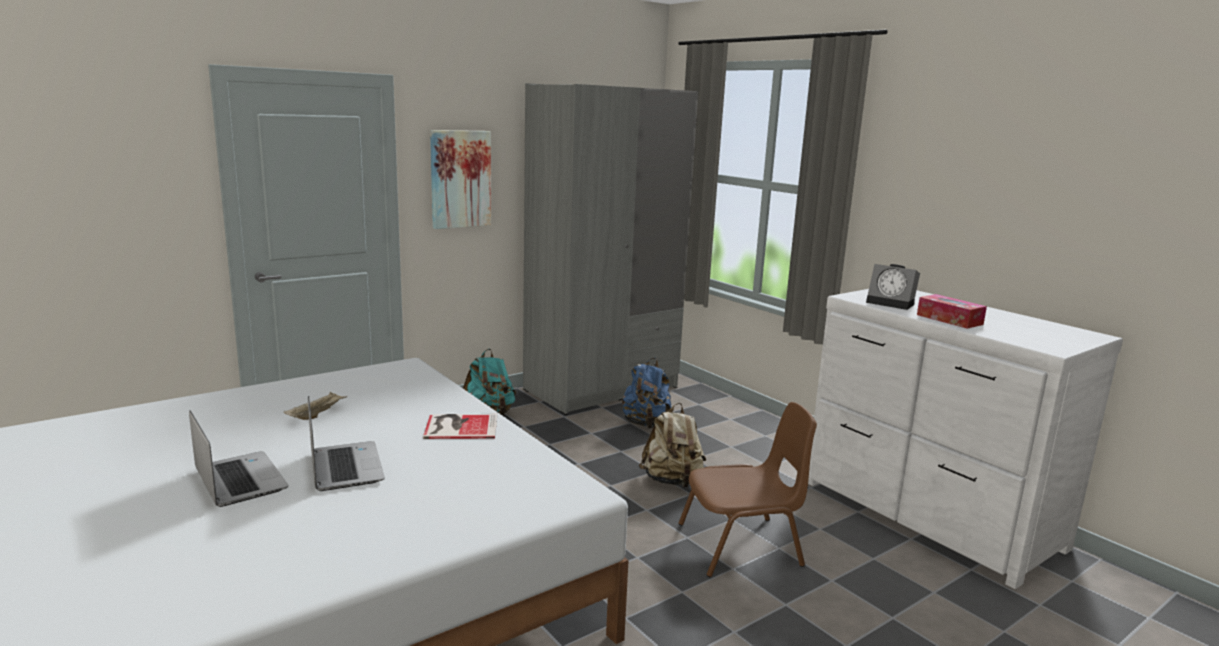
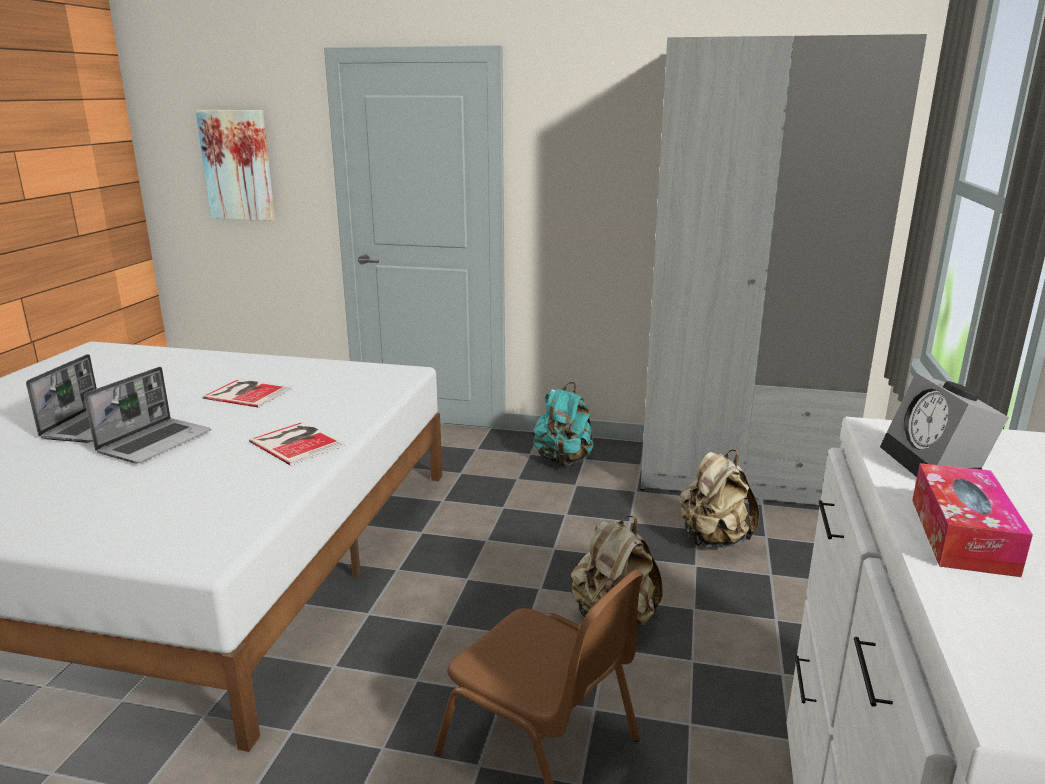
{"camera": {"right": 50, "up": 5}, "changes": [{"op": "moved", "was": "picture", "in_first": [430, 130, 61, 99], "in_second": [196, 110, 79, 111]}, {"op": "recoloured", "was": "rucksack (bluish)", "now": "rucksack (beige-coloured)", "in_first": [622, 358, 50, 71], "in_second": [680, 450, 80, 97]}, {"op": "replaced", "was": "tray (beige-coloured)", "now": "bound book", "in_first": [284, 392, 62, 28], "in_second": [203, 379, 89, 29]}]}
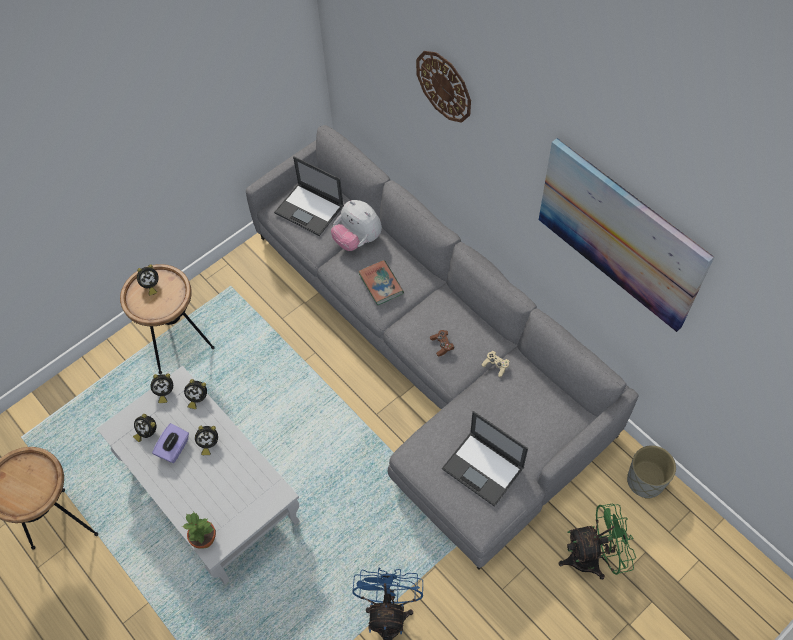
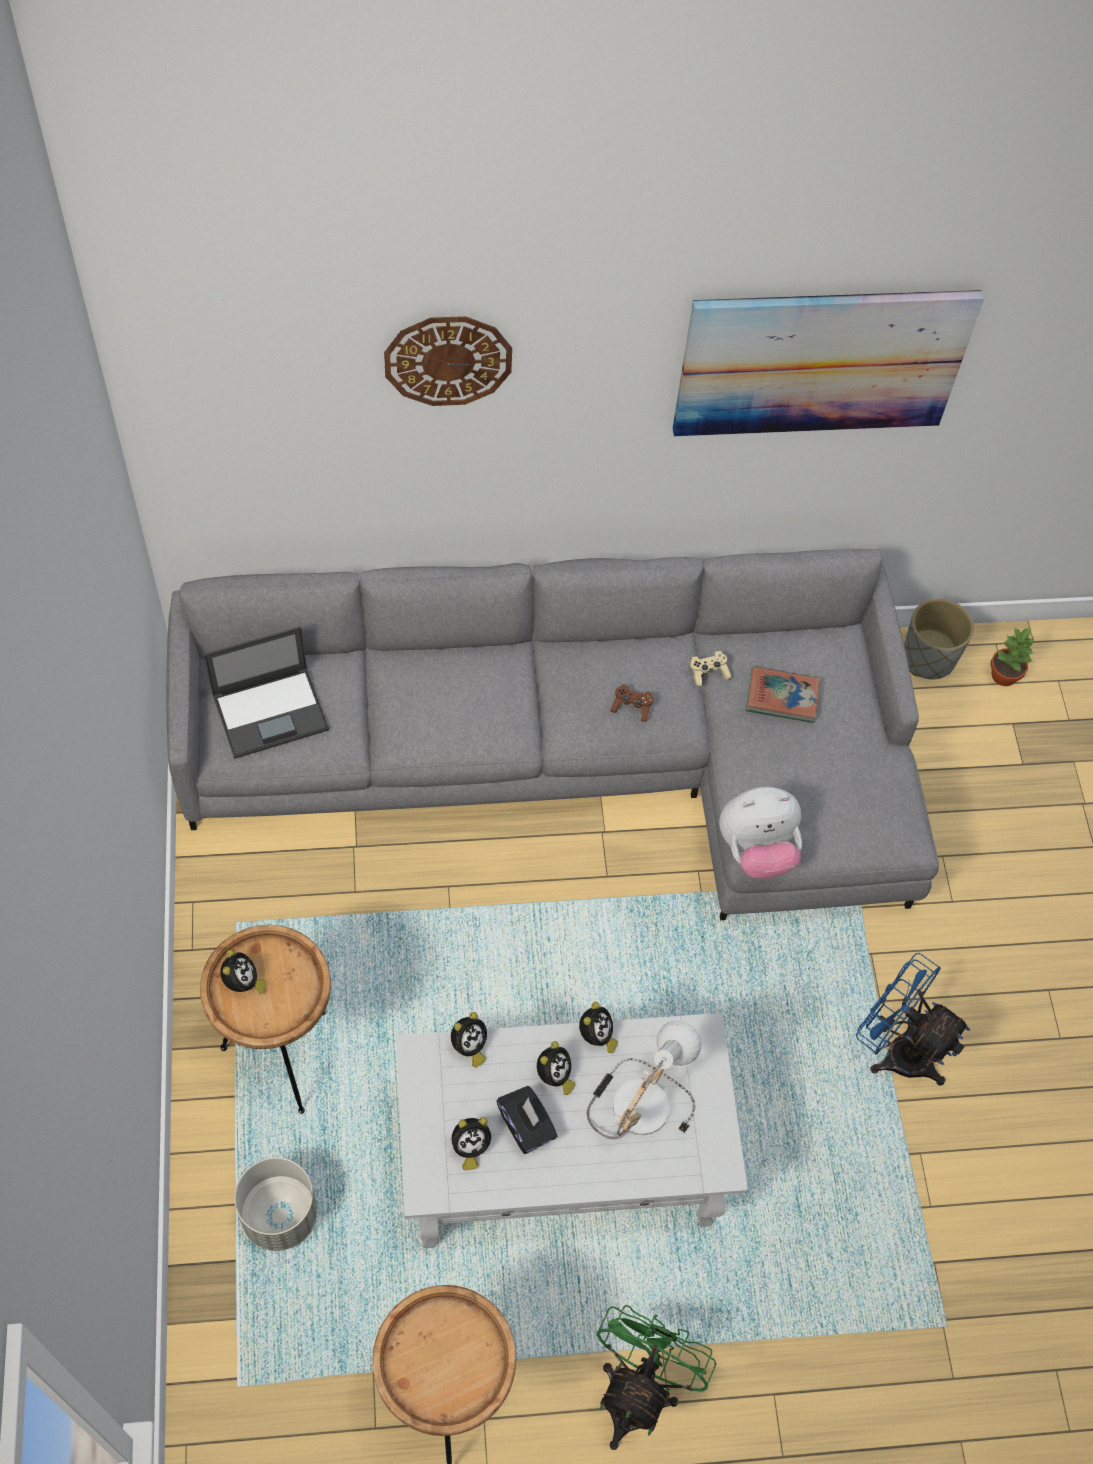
{"camera": {"right": -60, "up": 0}, "changes": [{"op": "moved", "was": "soft toy", "in_first": [331, 200, 51, 51], "in_second": [719, 787, 83, 92]}, {"op": "moved", "was": "bound book", "in_first": [358, 260, 46, 46], "in_second": [746, 666, 74, 57]}, {"op": "moved", "was": "table clock", "in_first": [151, 373, 22, 30], "in_second": [579, 1002, 39, 51]}, {"op": "removed", "was": "laptop", "in_first": [442, 411, 86, 96]}, {"op": "recoloured", "was": "tissue box (purple-coloured)", "now": "tissue box (blackish)", "in_first": [152, 423, 37, 40], "in_second": [496, 1086, 61, 68]}, {"op": "moved", "was": "electric fan (greenish)", "in_first": [558, 504, 78, 76], "in_second": [596, 1305, 120, 145]}, {"op": "moved", "was": "houseplant", "in_first": [182, 512, 34, 37], "in_second": [991, 627, 44, 59]}, {"op": "added", "now": "lamp for a table", "in_second": [587, 1020, 114, 119]}, {"op": "added", "now": "planter (grey)", "in_second": [234, 1157, 83, 94]}]}
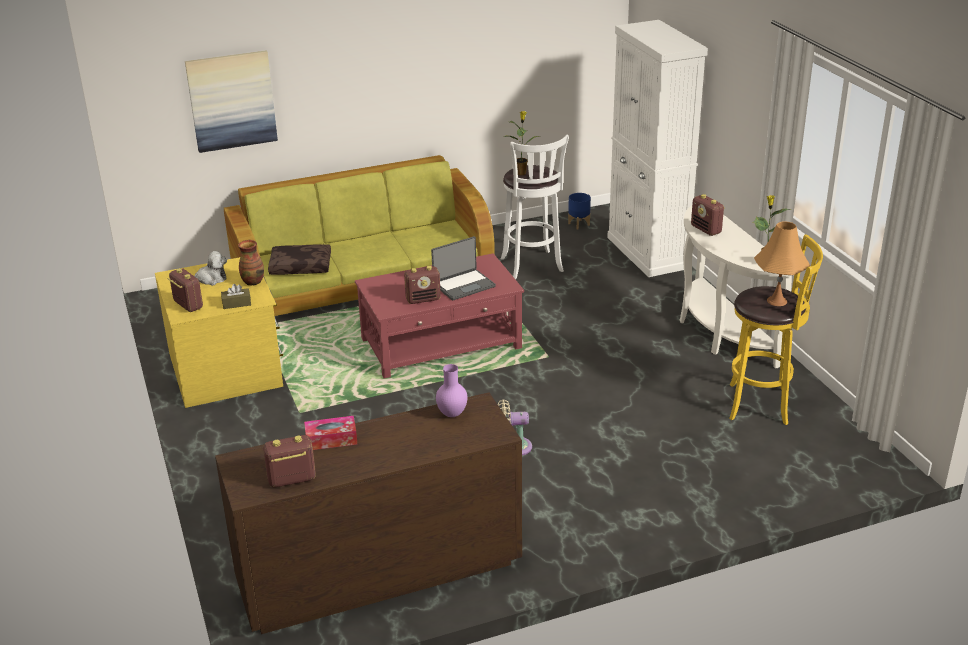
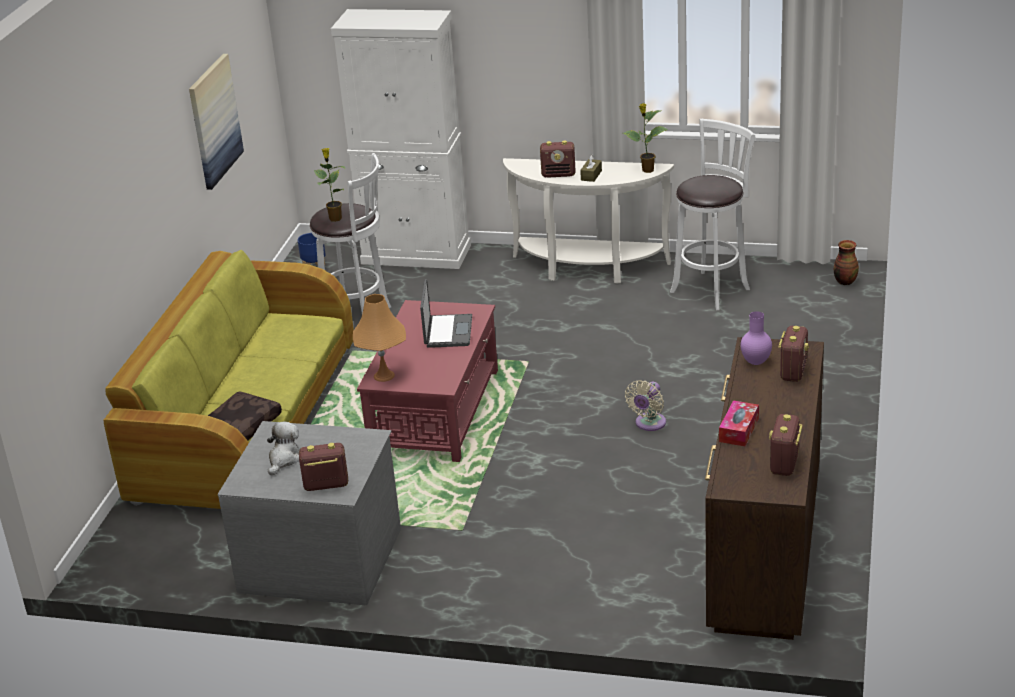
{"camera": {"right": -55, "up": 0}, "changes": [{"op": "moved", "was": "picture", "in_first": [185, 50, 93, 103], "in_second": [189, 54, 55, 136]}, {"op": "moved", "was": "lamp for a table (orangey)", "in_first": [754, 221, 57, 85], "in_second": [353, 294, 53, 88]}, {"op": "recoloured", "was": "stool (yellow)", "now": "stool (white)", "in_first": [729, 234, 94, 191], "in_second": [670, 119, 85, 191]}, {"op": "moved", "was": "decorative vase", "in_first": [238, 240, 26, 46], "in_second": [834, 240, 25, 45]}, {"op": "recoloured", "was": "chest of drawers (yellow)", "now": "chest of drawers (grey)", "in_first": [155, 257, 128, 151], "in_second": [218, 421, 183, 184]}, {"op": "moved", "was": "radio receiver", "in_first": [404, 266, 37, 38], "in_second": [778, 326, 31, 56]}, {"op": "moved", "was": "tissue box (brown)", "in_first": [221, 284, 30, 25], "in_second": [580, 155, 22, 27]}]}
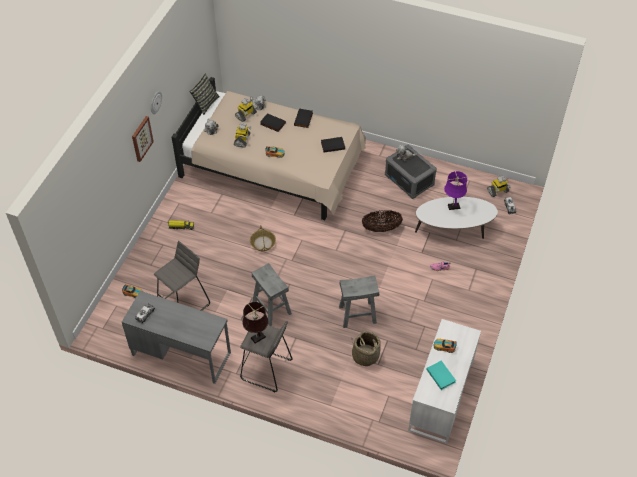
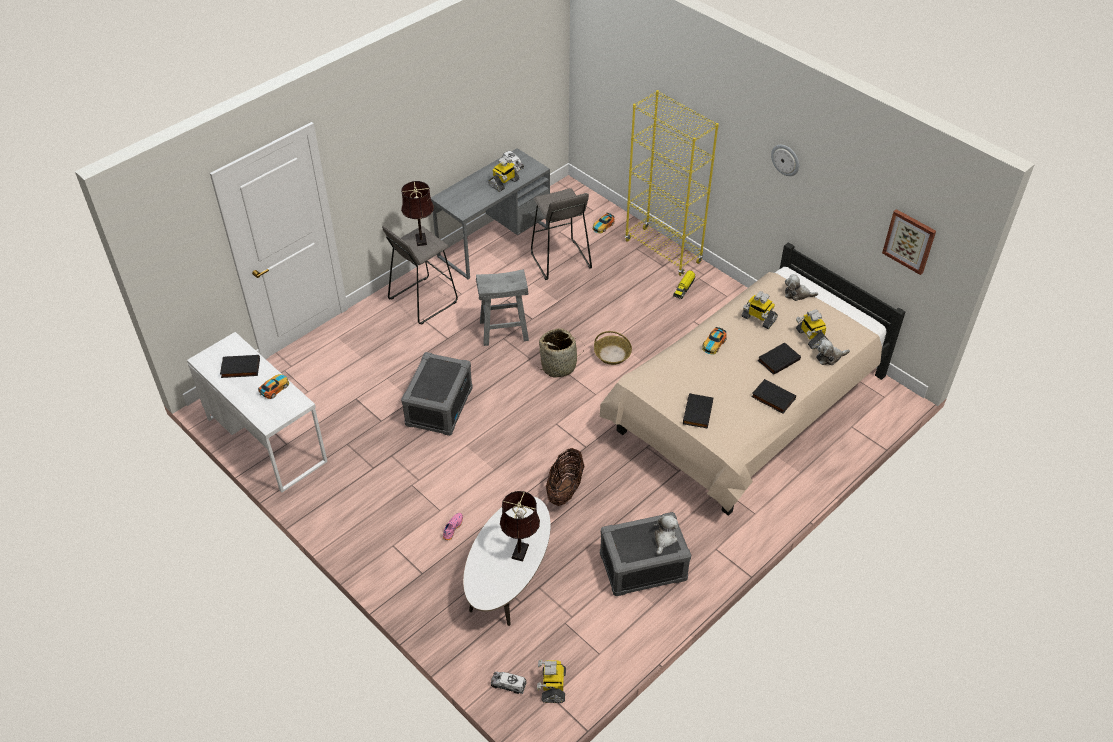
{"camera": {"right": 115, "up": -5}, "changes": [{"op": "removed", "was": "cushion", "in_first": [190, 73, 30, 42]}, {"op": "moved", "was": "picture", "in_first": [132, 116, 22, 46], "in_second": [882, 209, 54, 66]}, {"op": "recoloured", "was": "lamp for a table (purple-coloured)", "now": "lamp for a table (brown)", "in_first": [444, 171, 23, 39], "in_second": [500, 491, 40, 70]}, {"op": "replaced", "was": "stool (grey)", "now": "storage bin (grey)", "in_first": [339, 275, 40, 53], "in_second": [401, 352, 72, 84]}, {"op": "moved", "was": "basket", "in_first": [352, 331, 29, 35], "in_second": [537, 328, 48, 50]}, {"op": "recoloured", "was": "bound book (turquoise)", "now": "bound book (blackish)", "in_first": [426, 360, 30, 30], "in_second": [220, 355, 40, 23]}, {"op": "added", "now": "bookcase (yellow)", "in_second": [625, 90, 94, 186]}, {"op": "added", "now": "robot figure", "in_second": [488, 156, 32, 36]}]}
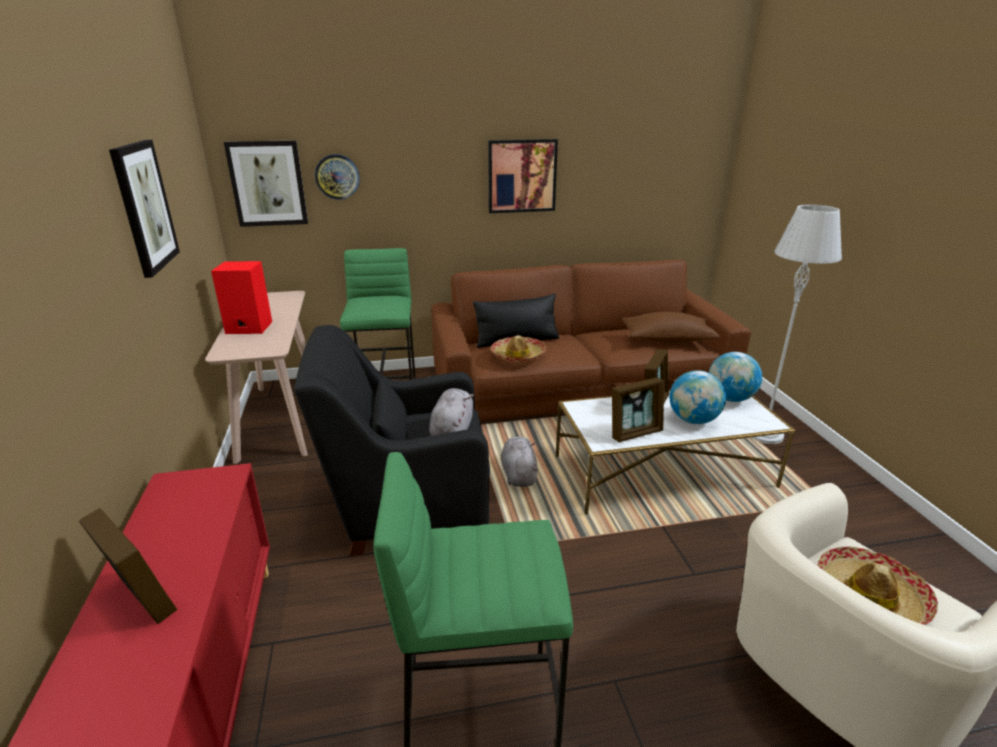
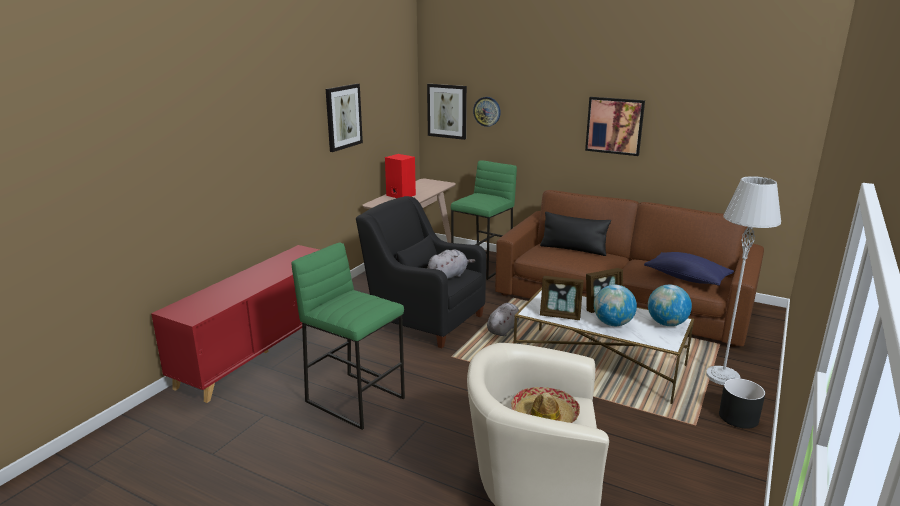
{"camera": {"right": 40, "up": -5}, "changes": [{"op": "recoloured", "was": "cushion (brown)", "now": "cushion (bluish)", "in_first": [622, 312, 98, 31], "in_second": [644, 252, 90, 34]}, {"op": "removed", "was": "clothing hat", "in_first": [491, 335, 55, 27]}, {"op": "removed", "was": "standing frame", "in_first": [79, 508, 98, 116]}, {"op": "added", "now": "planter (blackish)", "in_second": [719, 378, 46, 51]}]}
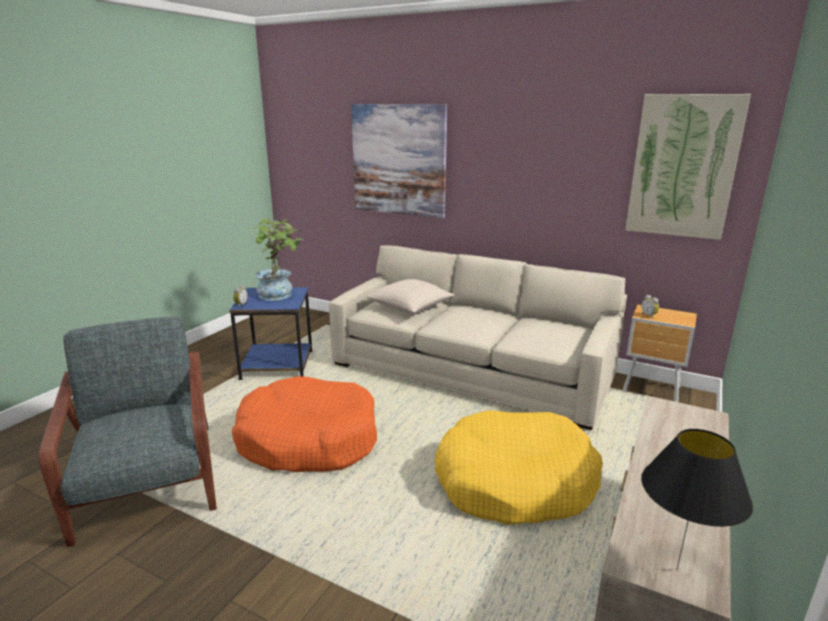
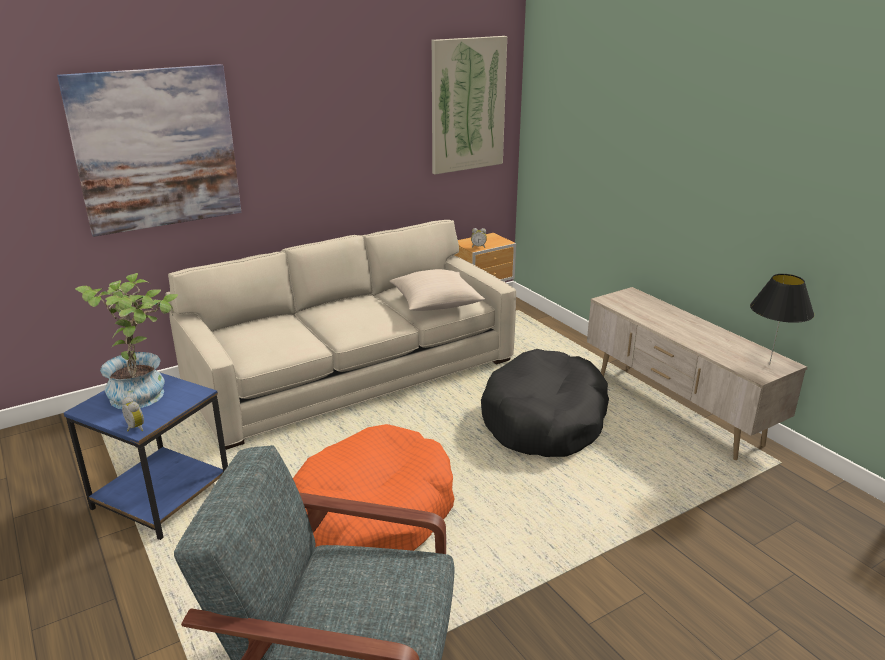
{"camera": {"right": -60, "up": 5}, "changes": [{"op": "moved", "was": "cushion (beige-coloured)", "in_first": [366, 279, 88, 35], "in_second": [390, 269, 95, 42]}, {"op": "recoloured", "was": "dog bed (yellow)", "now": "dog bed (blackish)", "in_first": [435, 410, 168, 115], "in_second": [481, 349, 128, 108]}]}
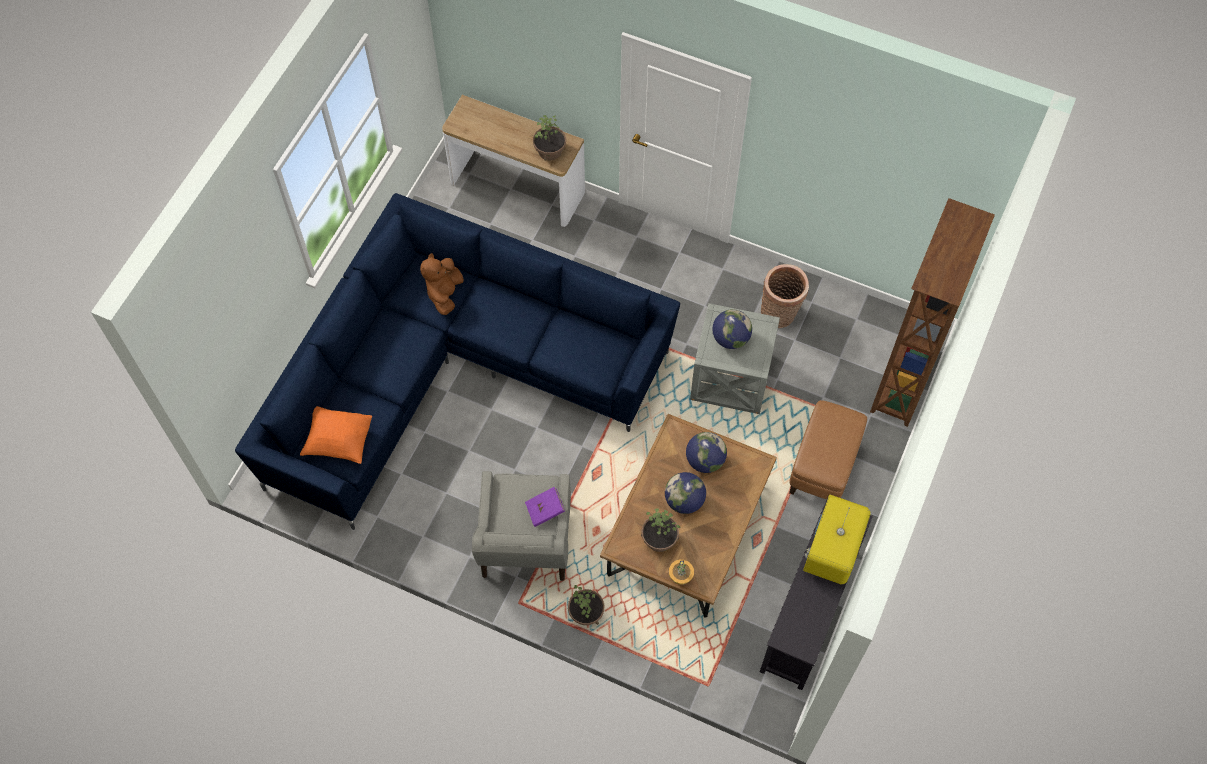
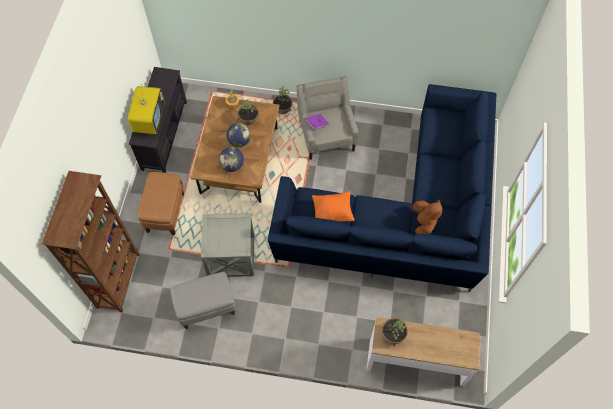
{"camera": {"right": 165, "up": 0}, "changes": [{"op": "replaced", "was": "basket", "now": "ottoman (grey)", "in_first": [761, 264, 48, 64], "in_second": [170, 272, 65, 57]}, {"op": "removed", "was": "world globe", "in_first": [712, 309, 40, 40]}, {"op": "moved", "was": "cushion (orangey)", "in_first": [300, 406, 72, 58], "in_second": [312, 191, 43, 31]}]}
